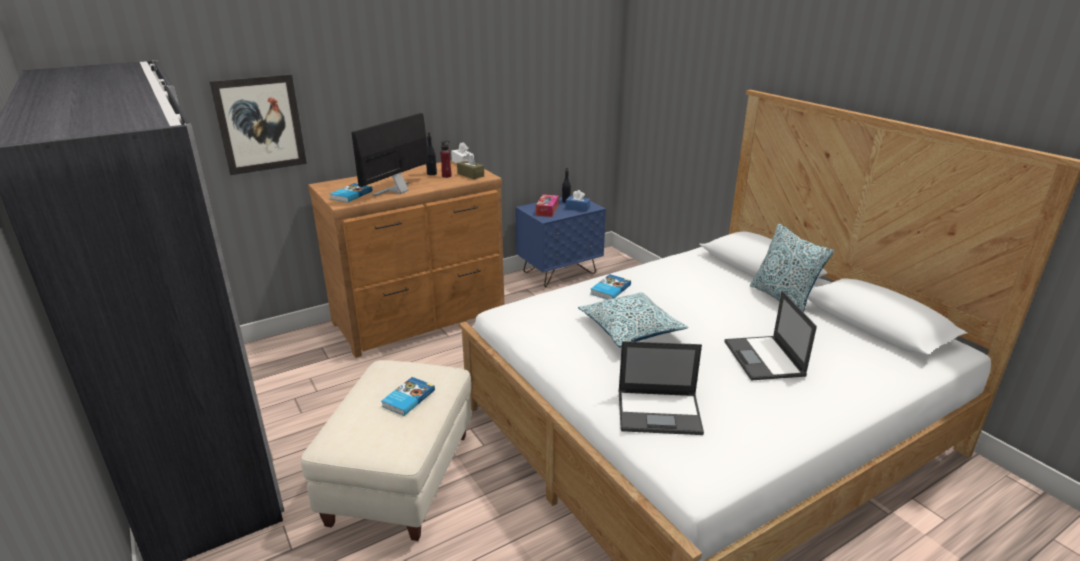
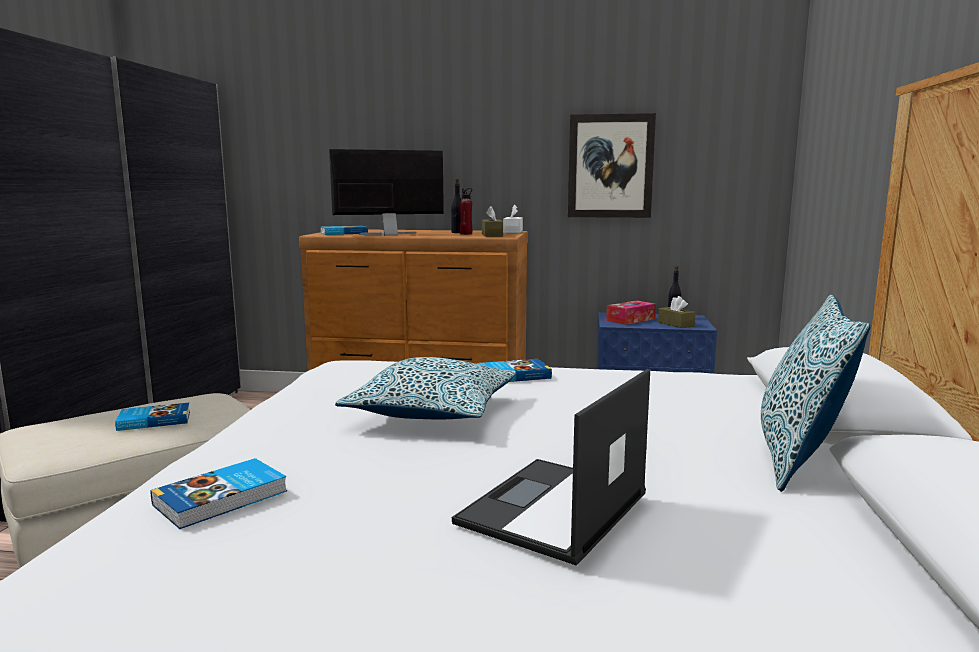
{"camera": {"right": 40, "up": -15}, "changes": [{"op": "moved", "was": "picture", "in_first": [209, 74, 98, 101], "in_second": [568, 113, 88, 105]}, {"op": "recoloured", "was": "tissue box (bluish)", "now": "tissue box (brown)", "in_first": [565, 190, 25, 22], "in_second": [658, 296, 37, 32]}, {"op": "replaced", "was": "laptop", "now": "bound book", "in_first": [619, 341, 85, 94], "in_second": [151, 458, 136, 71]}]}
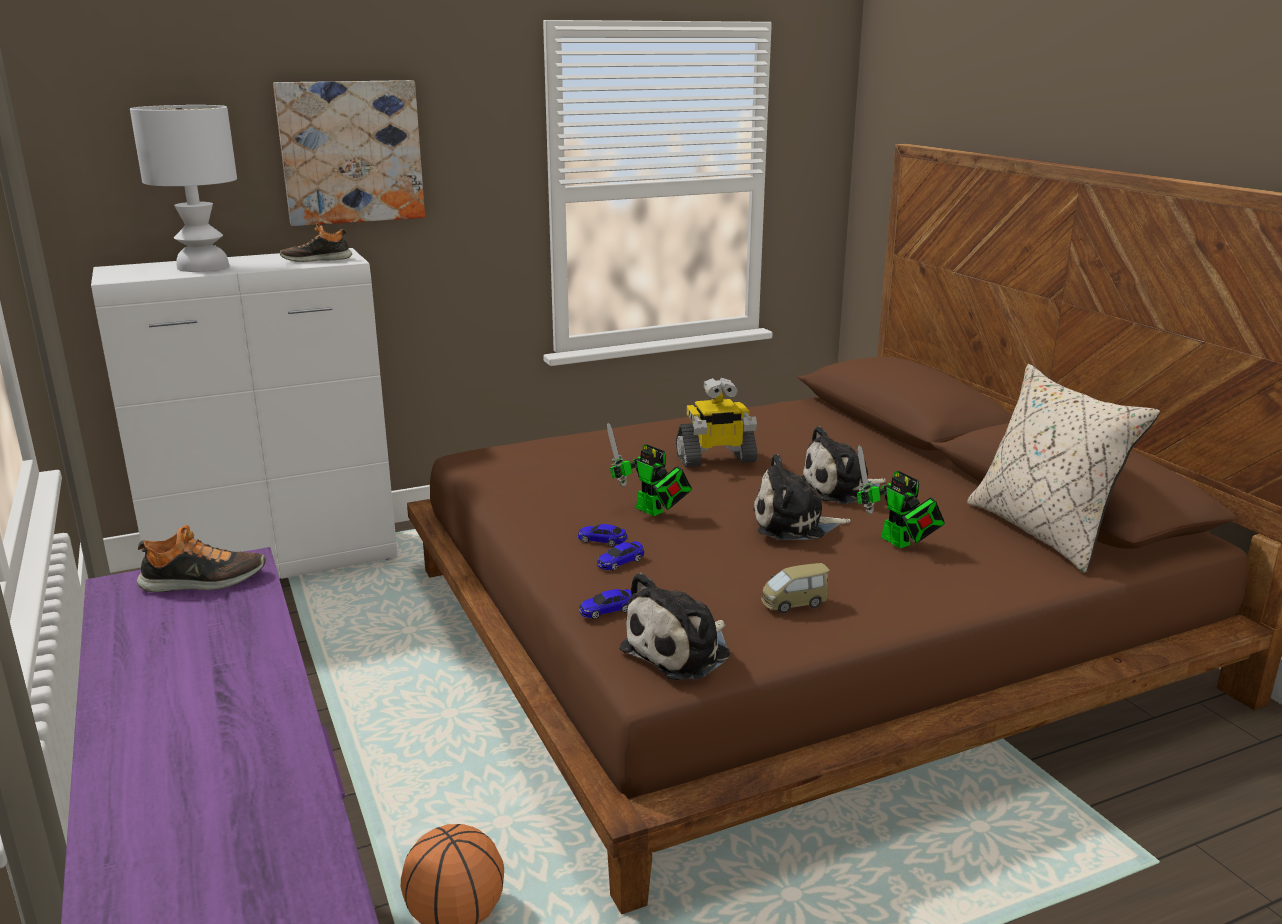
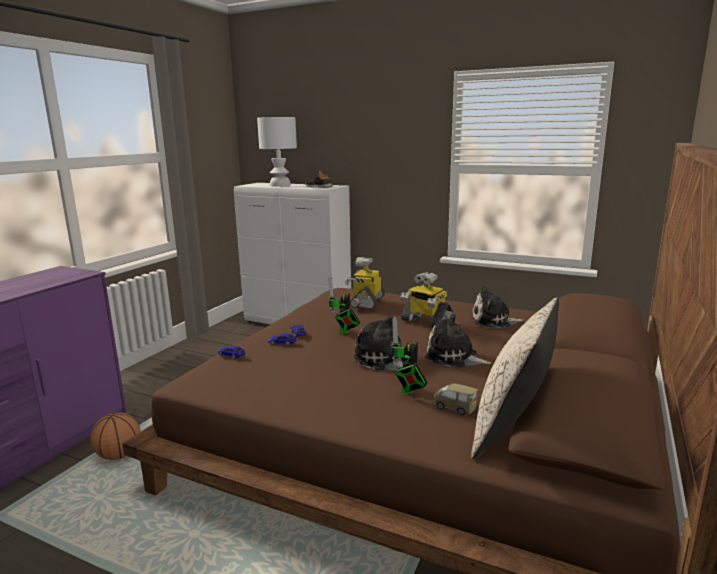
{"camera": {"right": 50, "up": -5}, "changes": [{"op": "removed", "was": "picture", "in_first": [273, 80, 152, 146]}, {"op": "removed", "was": "low shoe", "in_first": [137, 525, 129, 67]}, {"op": "moved", "was": "toy car", "in_first": [761, 563, 68, 50], "in_second": [433, 383, 45, 33]}, {"op": "moved", "was": "soft toy", "in_first": [620, 572, 110, 108], "in_second": [472, 284, 53, 44]}, {"op": "added", "now": "robot figure", "in_second": [345, 257, 40, 52]}]}
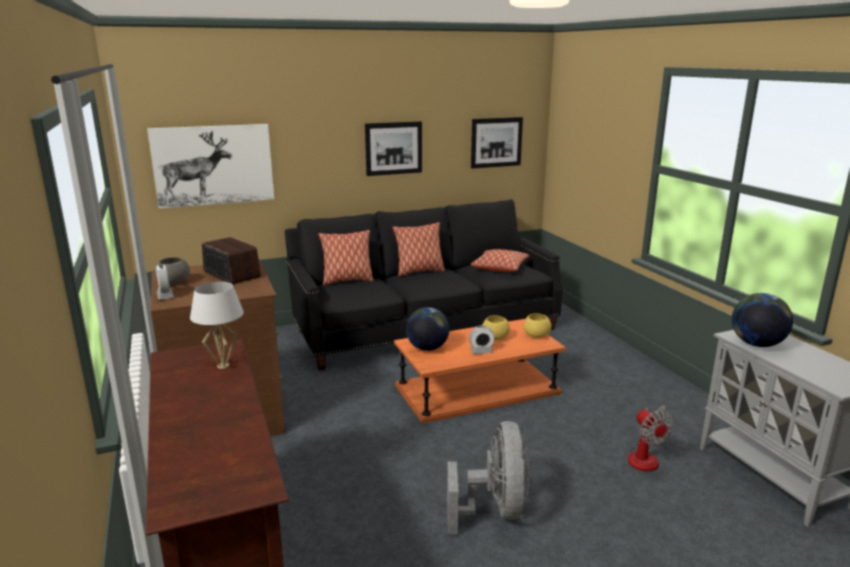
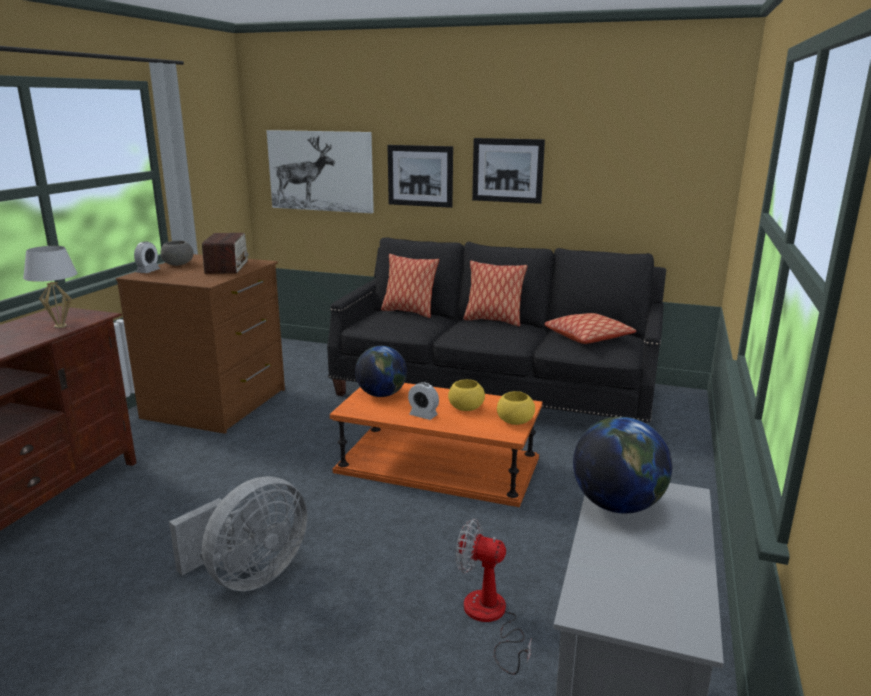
{"camera": {"right": 40, "up": 0}, "changes": [{"op": "moved", "was": "picture", "in_first": [471, 117, 52, 52], "in_second": [387, 145, 66, 63]}, {"op": "turned", "was": "electric fan", "in_first": [628, 405, 46, 67], "in_second": [456, 519, 76, 156], "clockwise": 90}]}
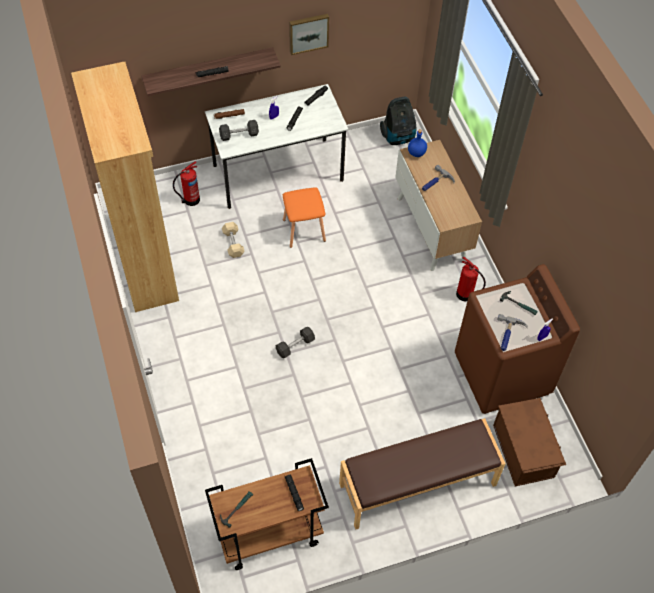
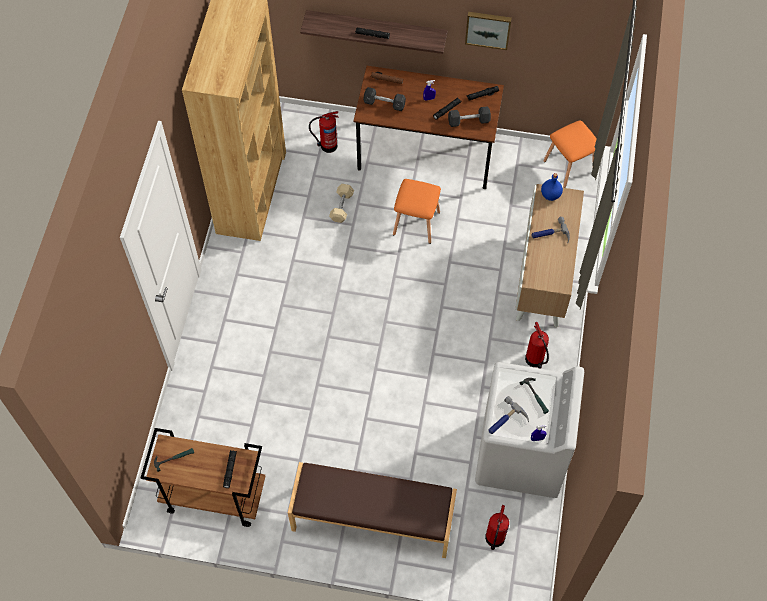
{"camera": {"right": 30, "up": 5}, "changes": [{"op": "recoloured", "was": "desk table (white)", "now": "desk table (brown)", "in_first": [205, 84, 144, 125], "in_second": [353, 66, 151, 123]}, {"op": "replaced", "was": "hoover", "now": "stool (orangey)", "in_first": [380, 97, 36, 48], "in_second": [543, 120, 54, 68]}, {"op": "recoloured", "was": "laundry appliance (brown)", "now": "laundry appliance (white)", "in_first": [455, 264, 125, 150], "in_second": [475, 362, 109, 136]}, {"op": "moved", "was": "hand weight (grey)", "in_first": [276, 327, 39, 31], "in_second": [448, 106, 43, 21]}, {"op": "replaced", "was": "storage bin (brown)", "now": "fire-fighting cylinder", "in_first": [493, 398, 73, 89], "in_second": [485, 505, 24, 45]}]}
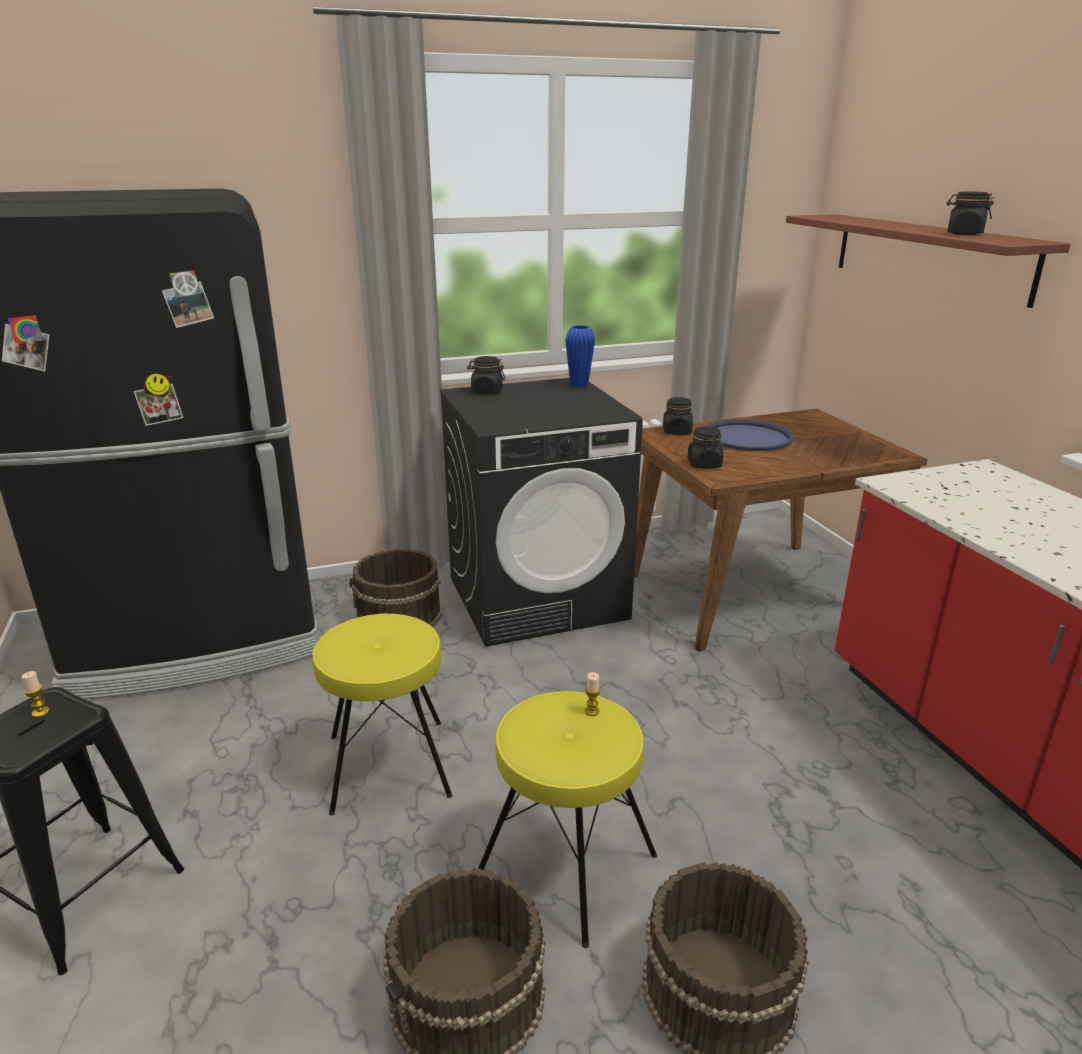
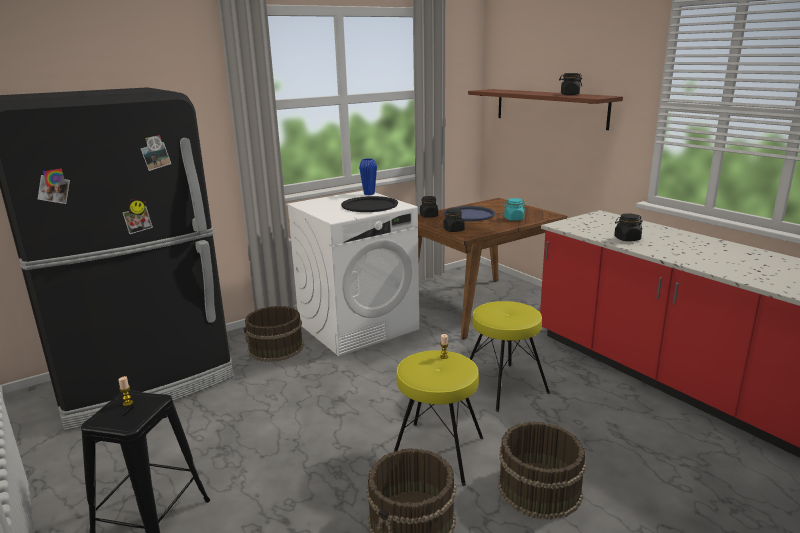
{"camera": {"right": -15, "up": -5}, "changes": [{"op": "moved", "was": "jar (blackish)", "in_first": [467, 356, 39, 39], "in_second": [614, 213, 28, 28]}, {"op": "recoloured", "was": "laundry appliance (blackish)", "now": "laundry appliance (white)", "in_first": [440, 378, 203, 269], "in_second": [286, 191, 133, 165]}, {"op": "moved", "was": "stool (yellow)", "in_first": [313, 614, 139, 202], "in_second": [470, 301, 80, 111]}, {"op": "added", "now": "tray (blackish)", "in_second": [341, 196, 57, 16]}, {"op": "added", "now": "jar (turquoise)", "in_second": [503, 198, 22, 23]}]}
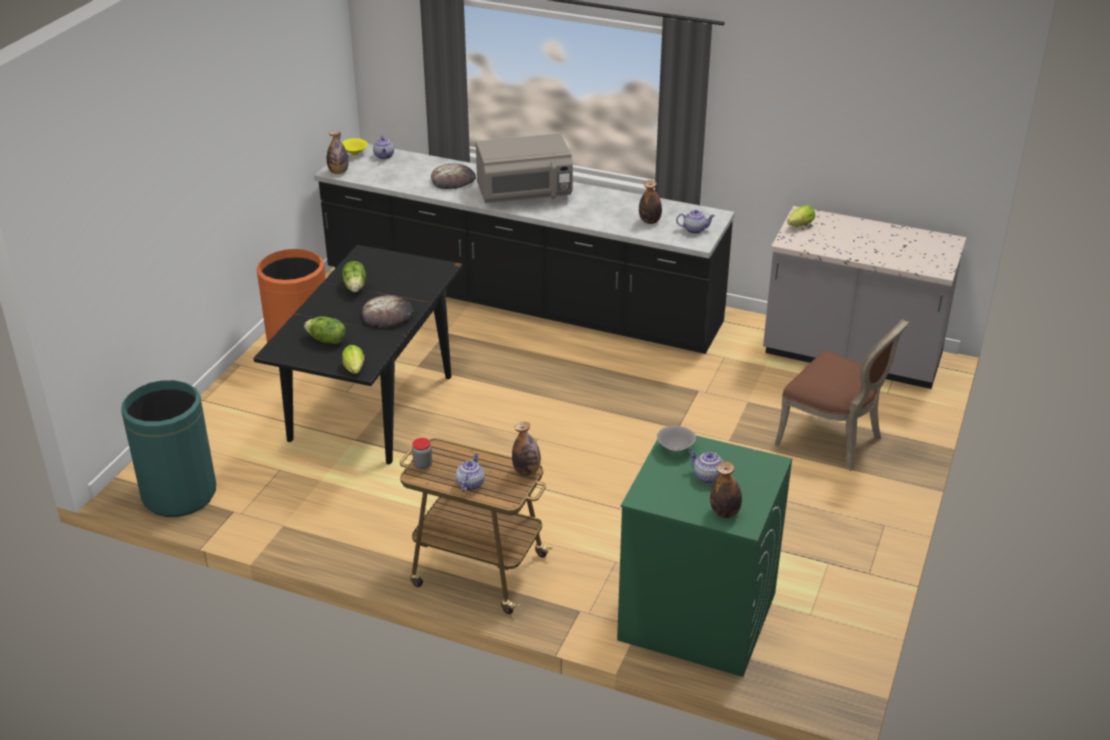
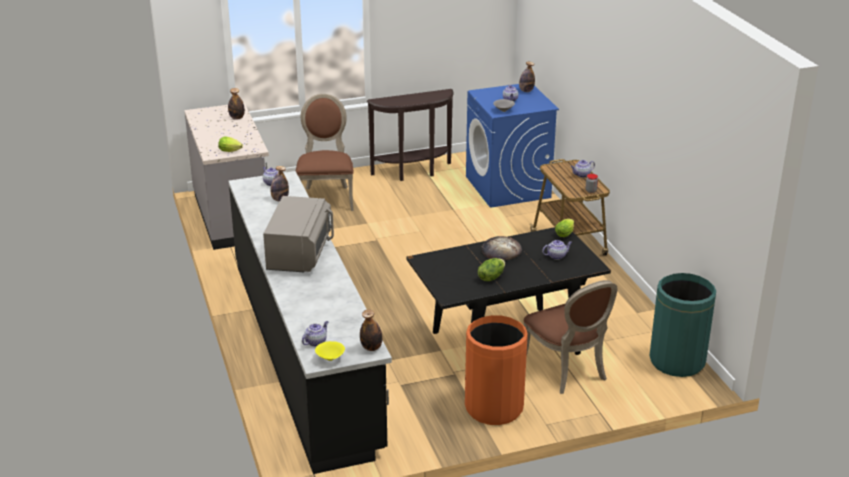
{"camera": {"right": -130, "up": -5}, "changes": [{"op": "turned", "was": "microwave oven (grey)", "in_first": [476, 134, 97, 70], "in_second": [263, 196, 71, 76], "clockwise": 60}, {"op": "removed", "was": "bakery bread", "in_first": [431, 164, 45, 25]}, {"op": "replaced", "was": "head of lettuce", "now": "pot for tea", "in_first": [304, 316, 42, 28], "in_second": [542, 240, 30, 20]}, {"op": "moved", "was": "bottle", "in_first": [512, 422, 29, 54], "in_second": [228, 88, 17, 32]}, {"op": "recoloured", "was": "laundry appliance (greenish)", "now": "laundry appliance (bluish)", "in_first": [617, 436, 175, 241], "in_second": [466, 84, 93, 124]}, {"op": "added", "now": "console table (brown)", "in_second": [367, 89, 87, 92]}, {"op": "added", "now": "chair (brown)", "in_second": [523, 280, 95, 114]}]}
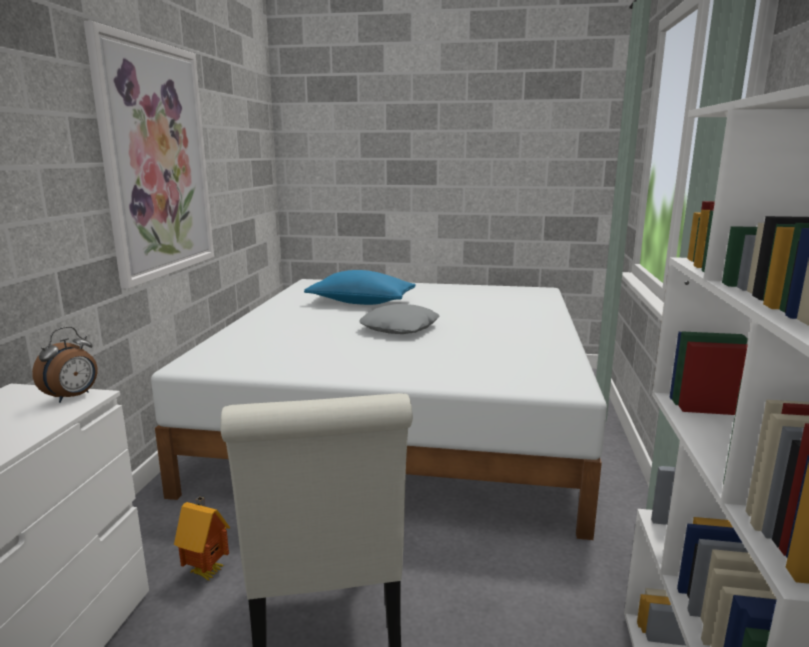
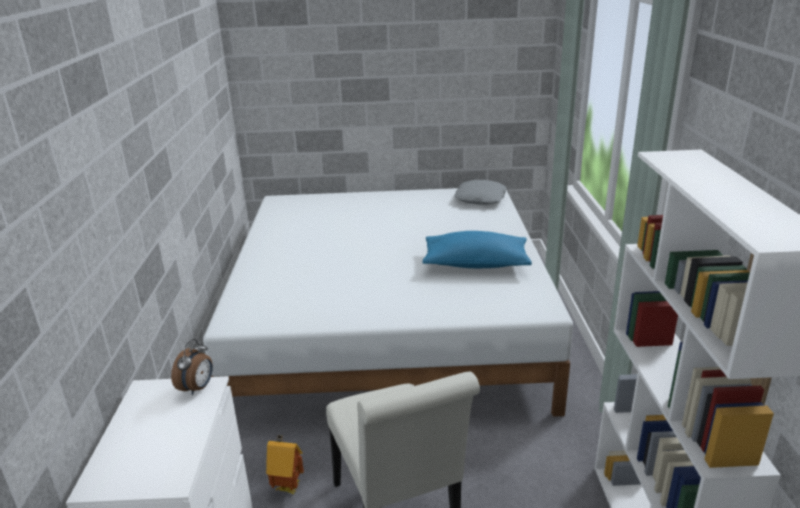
{"camera": {"right": -10, "up": 10}, "changes": [{"op": "removed", "was": "picture", "in_first": [84, 21, 130, 268]}, {"op": "moved", "was": "cushion (bluish)", "in_first": [304, 270, 111, 35], "in_second": [423, 231, 109, 37]}, {"op": "moved", "was": "cushion (grey)", "in_first": [359, 304, 81, 30], "in_second": [454, 180, 53, 25]}]}
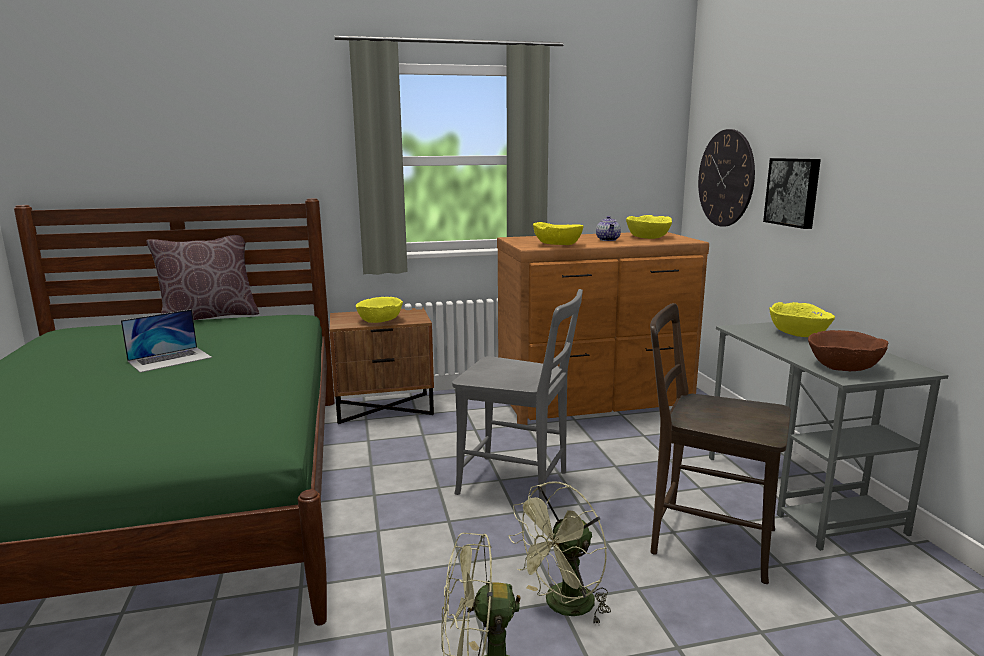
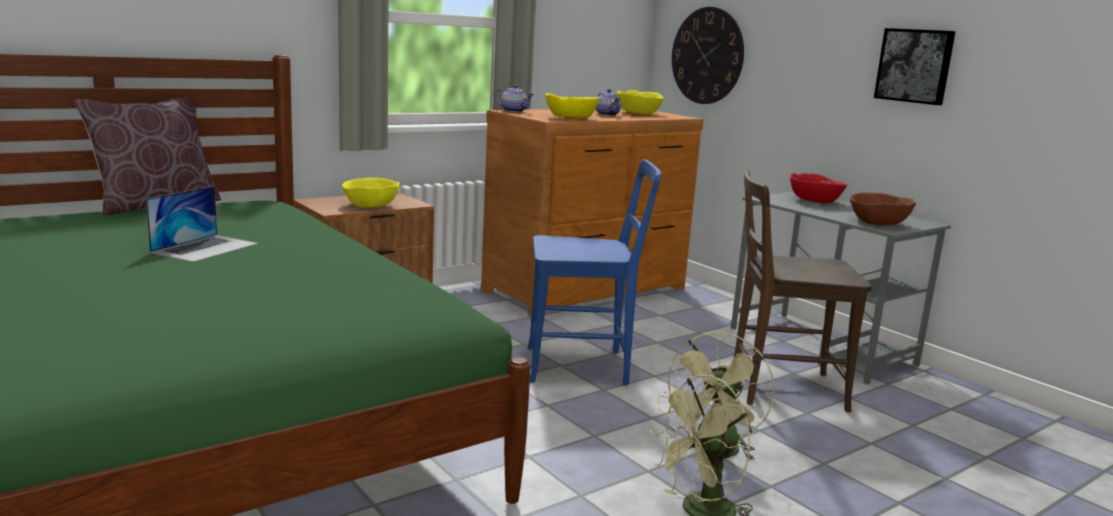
{"camera": {"right": -25, "up": 0}, "changes": [{"op": "moved", "was": "picture", "in_first": [763, 158, 58, 71], "in_second": [874, 28, 82, 77]}, {"op": "recoloured", "was": "chair (grey)", "now": "chair (bluish)", "in_first": [452, 289, 131, 214], "in_second": [528, 159, 133, 227]}, {"op": "recoloured", "was": "deep dish (yellow)", "now": "deep dish (red-coloured)", "in_first": [769, 302, 66, 35], "in_second": [790, 173, 57, 30]}, {"op": "added", "now": "pot for tea", "in_second": [495, 85, 39, 27]}]}
